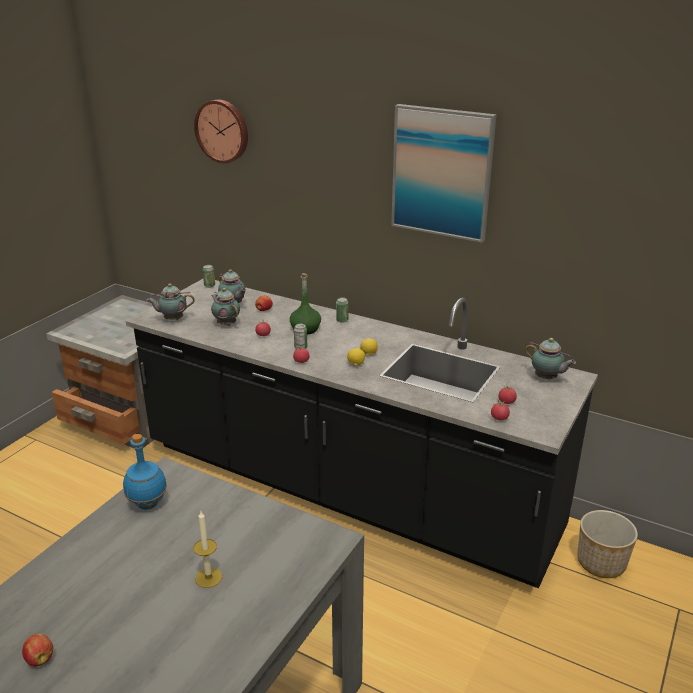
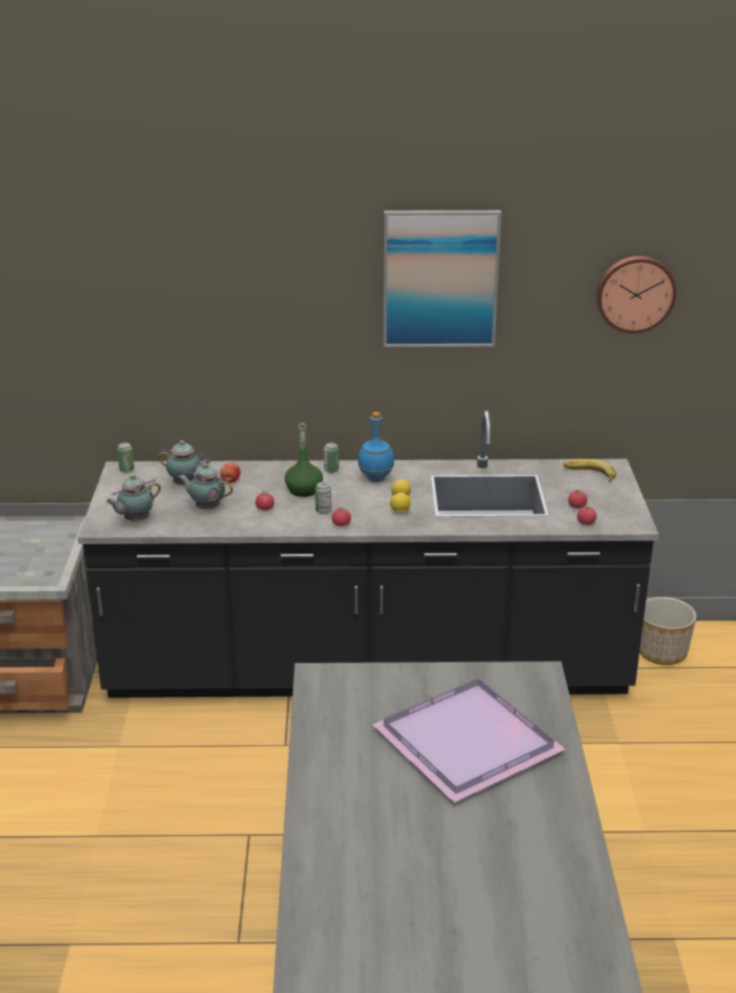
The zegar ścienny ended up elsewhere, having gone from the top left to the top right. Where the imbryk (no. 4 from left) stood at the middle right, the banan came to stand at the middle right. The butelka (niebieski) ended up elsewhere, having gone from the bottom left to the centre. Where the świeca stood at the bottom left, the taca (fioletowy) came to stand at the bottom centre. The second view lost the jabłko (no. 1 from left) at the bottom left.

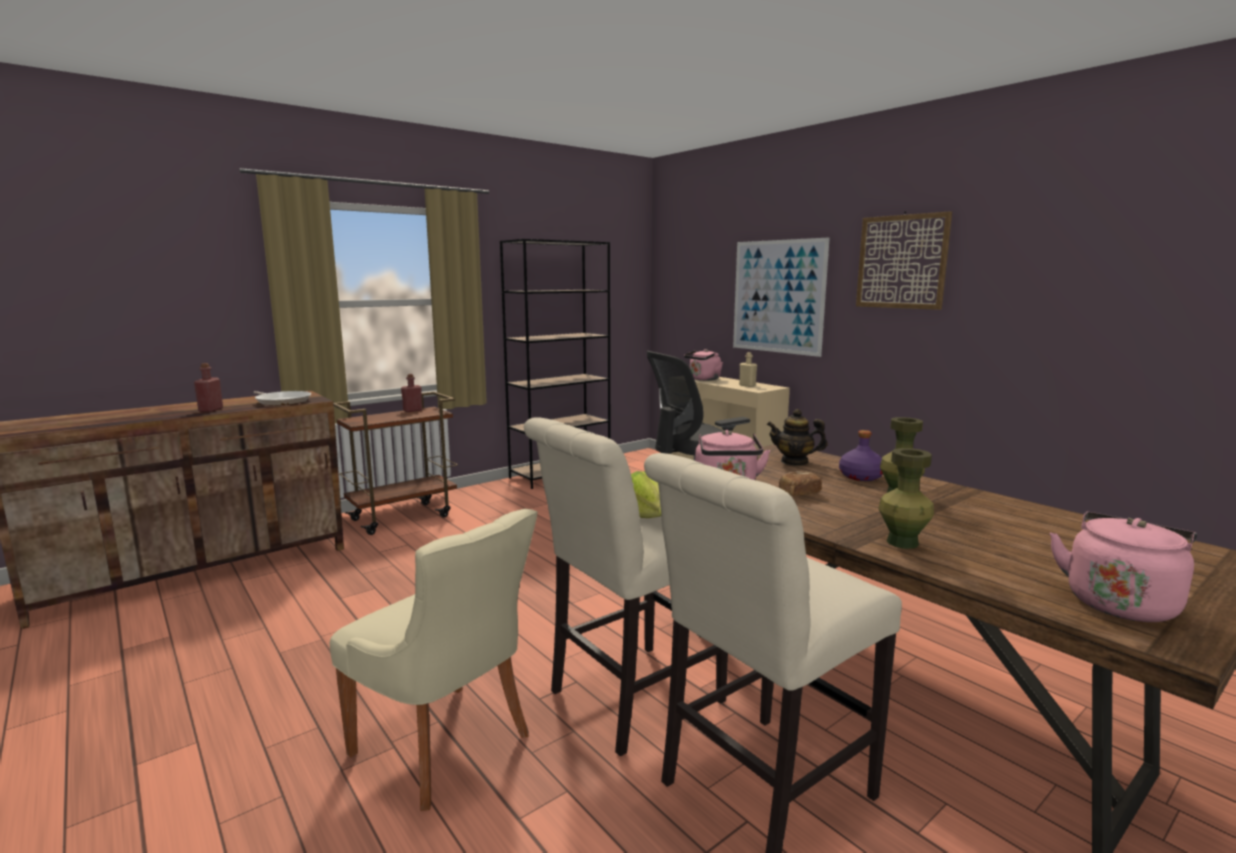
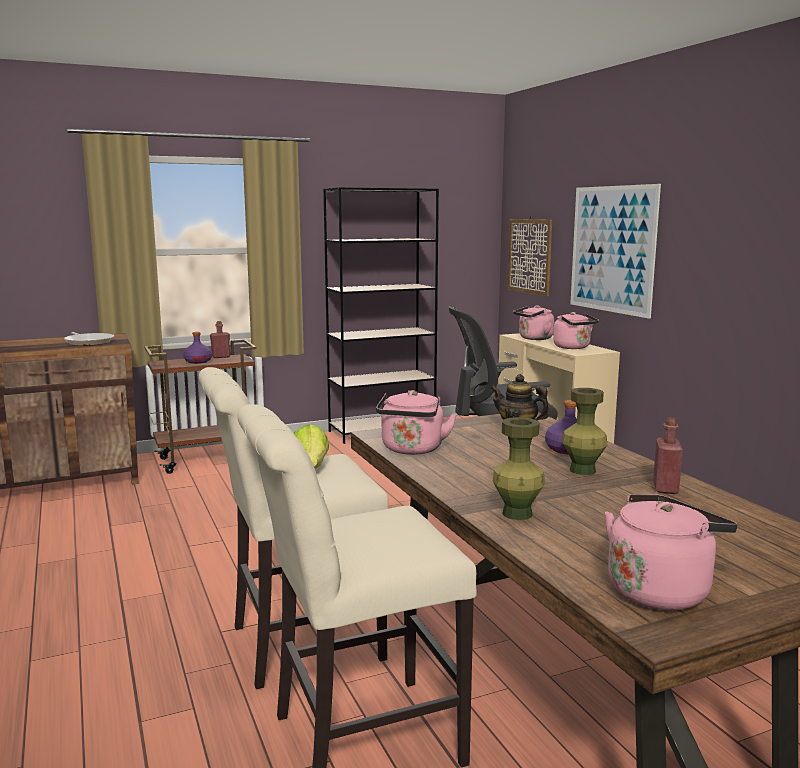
The obraz (no. 2 from left in the first image) ended up elsewhere, having gone from the top right to the centre. Where the butelka (beżowy) stood at the centre, the czajnik (różowy) (no. 3 from left) came to stand at the middle right. The butelka (czerwony) (no. 1 from left in the first image) ended up elsewhere, having gone from the middle left to the middle right. The second view lost the chleb at the centre. The second view lost the krzesło (beżowy) at the bottom centre. The second view gained the butelka (fioletowy) (no. 1 from left) at the middle left.

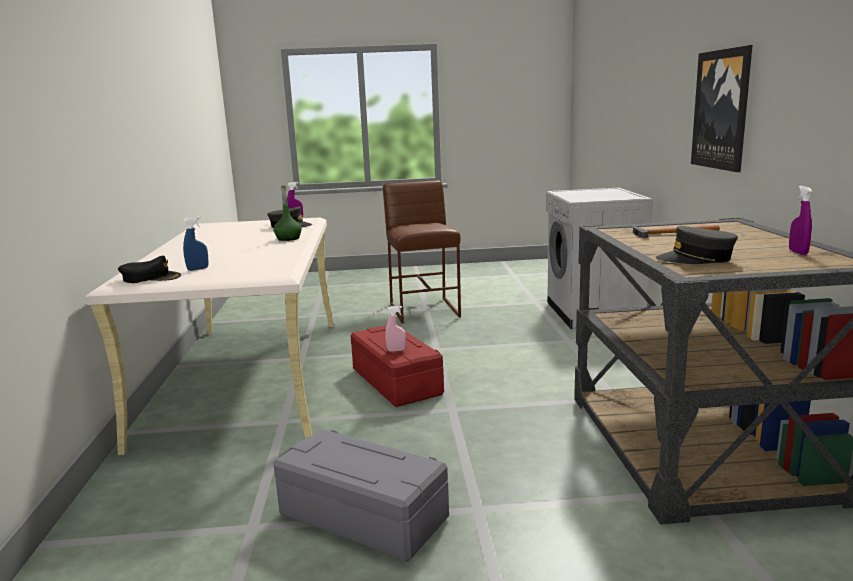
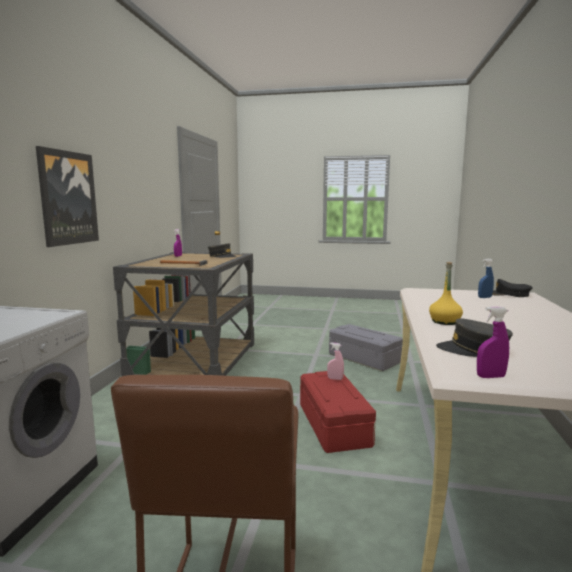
What was the butelka (zielony) at the centre turned into the butelka (żółty) at the middle right.

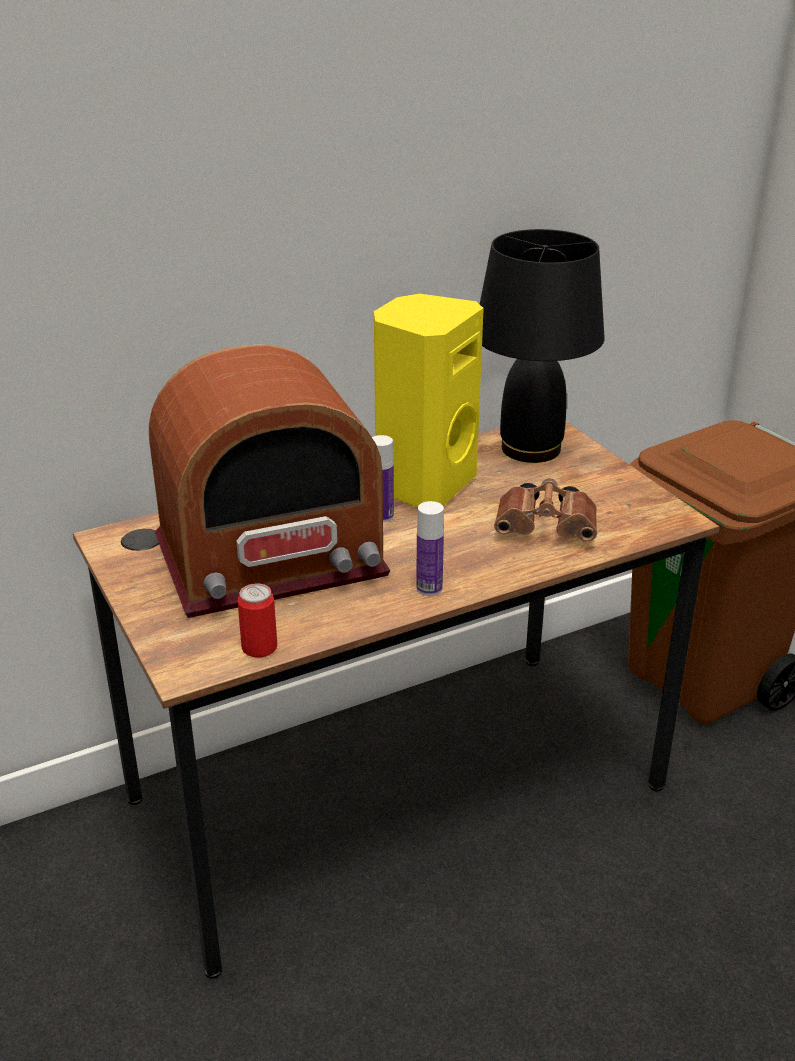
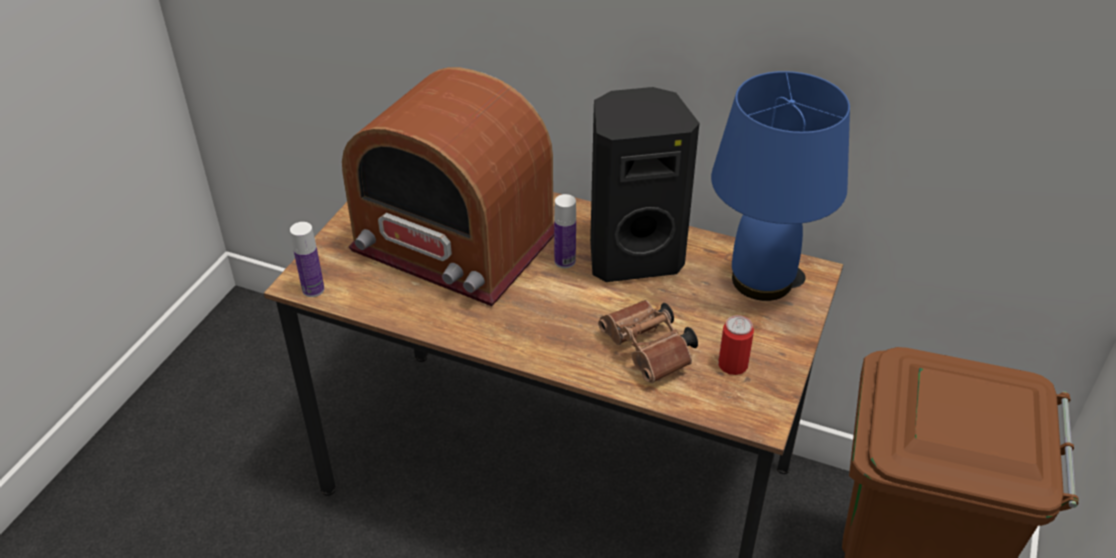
What was the lampa stołowa (czarny) at the top right turned into the lampa stołowa (niebieski) at the middle right. What was the głośnik (żółty) at the centre turned into the głośnik (czarny) at the top centre. The butelka (no. 2 from left in the first image) ended up elsewhere, having gone from the centre to the middle left. The puszka ended up elsewhere, having gone from the middle left to the centre.

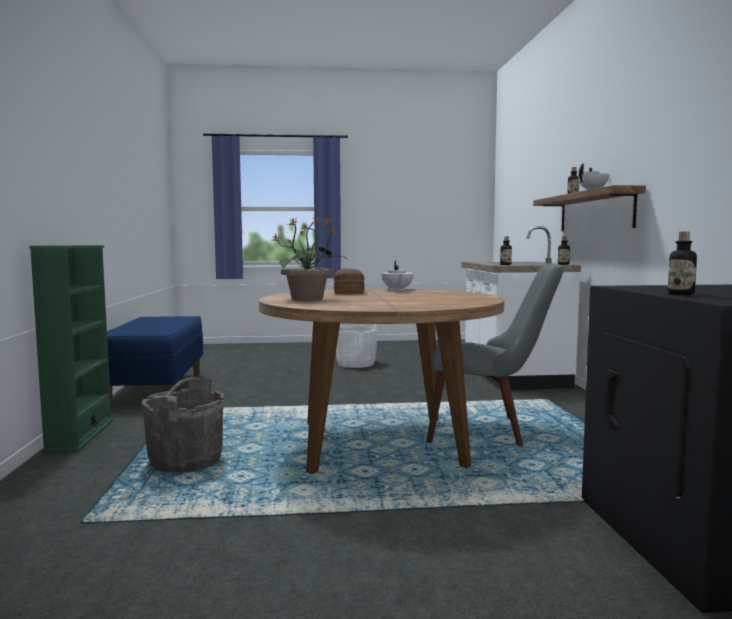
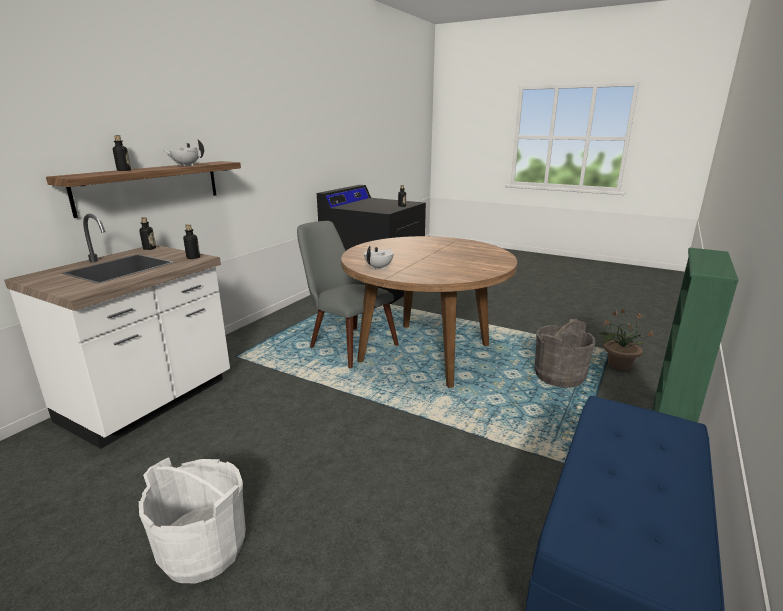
The roślina doniczkowa ended up elsewhere, having gone from the centre to the middle right. The second view lost the chleb at the centre.

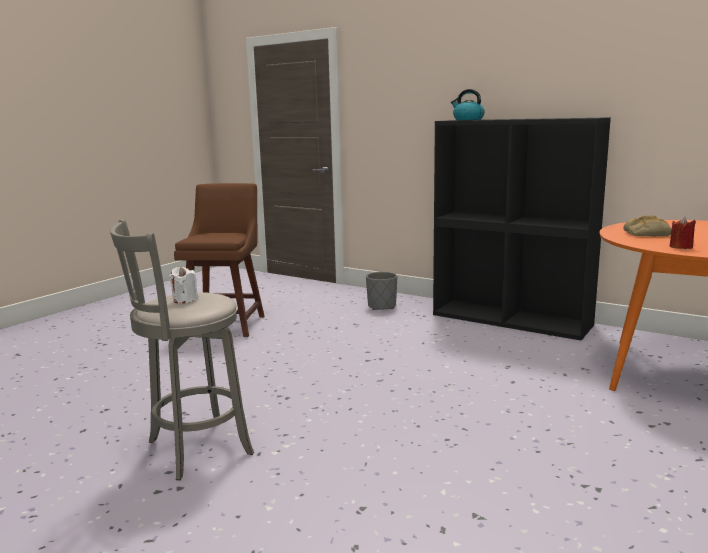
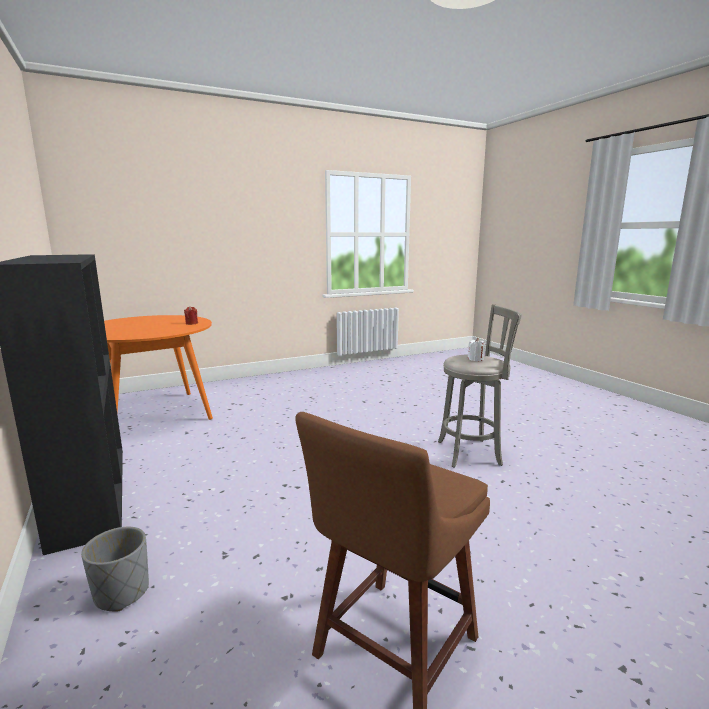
The second view lost the czajnik at the top centre. The second view lost the chleb at the middle right.

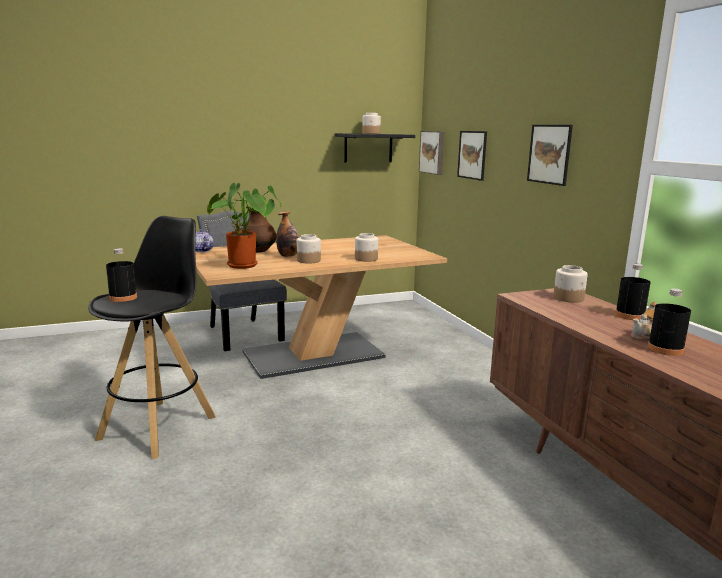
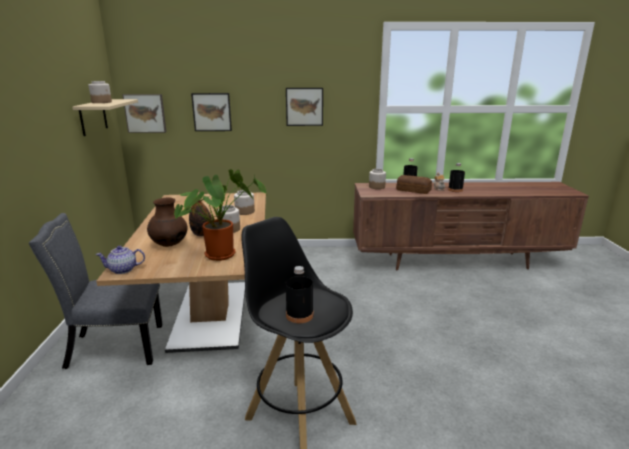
What was the półka (czarny) at the top centre turned into the półka (beżowy) at the top left. The second view gained the chleb at the centre.

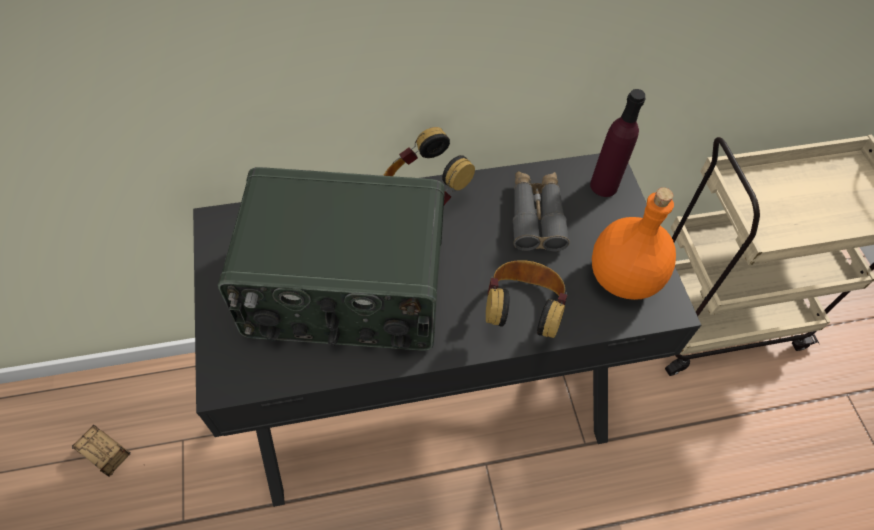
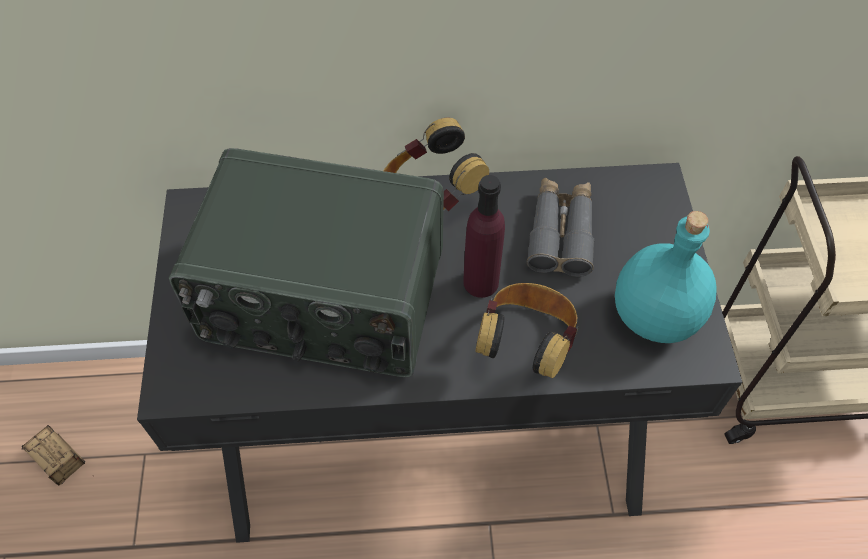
The butelka (fioletowy) ended up elsewhere, having gone from the top right to the centre. What was the butelka (pomarańczowy) at the middle right turned into the butelka (turkusowy) at the middle right.

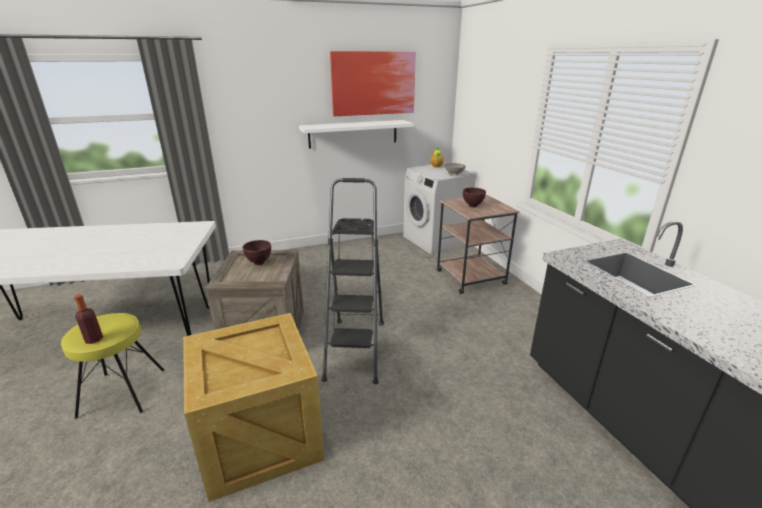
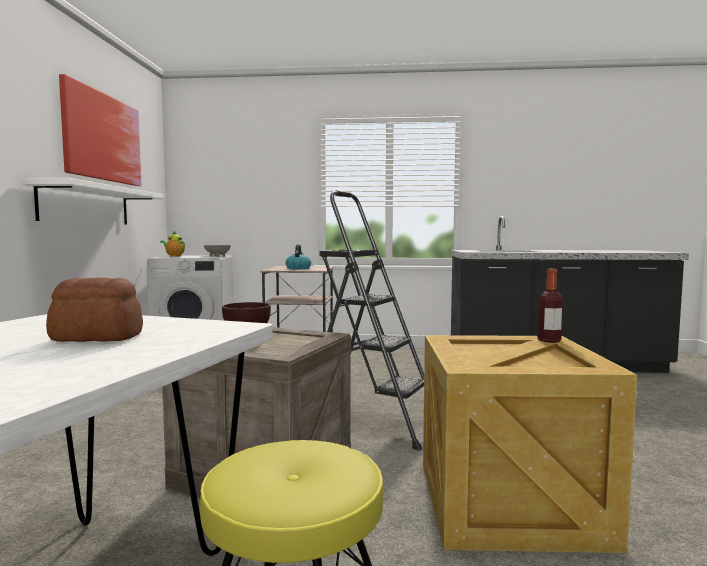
Where the miska (brązowy) (no. 2 from left) stood at the centre, the czajnik came to stand at the centre. The butelka ended up elsewhere, having gone from the middle left to the middle right. The second view gained the chleb at the middle left.

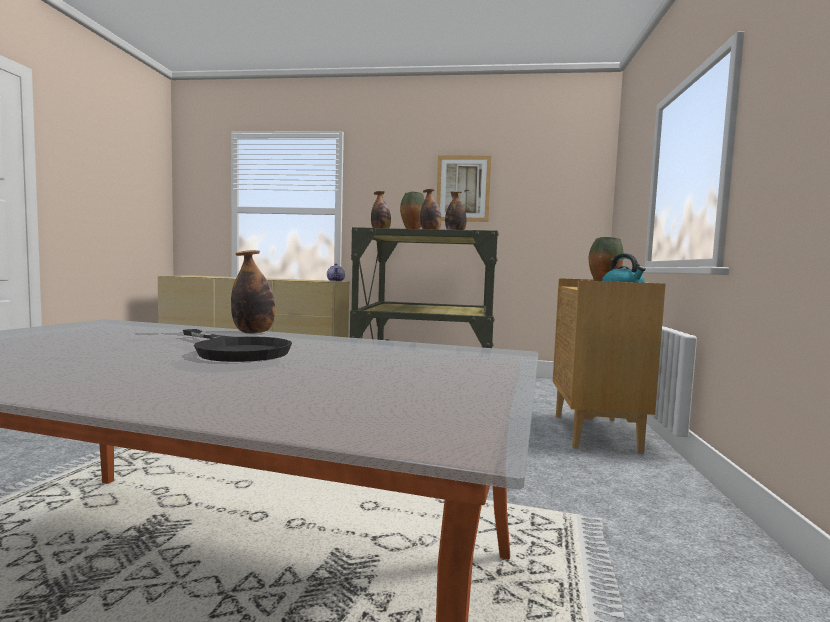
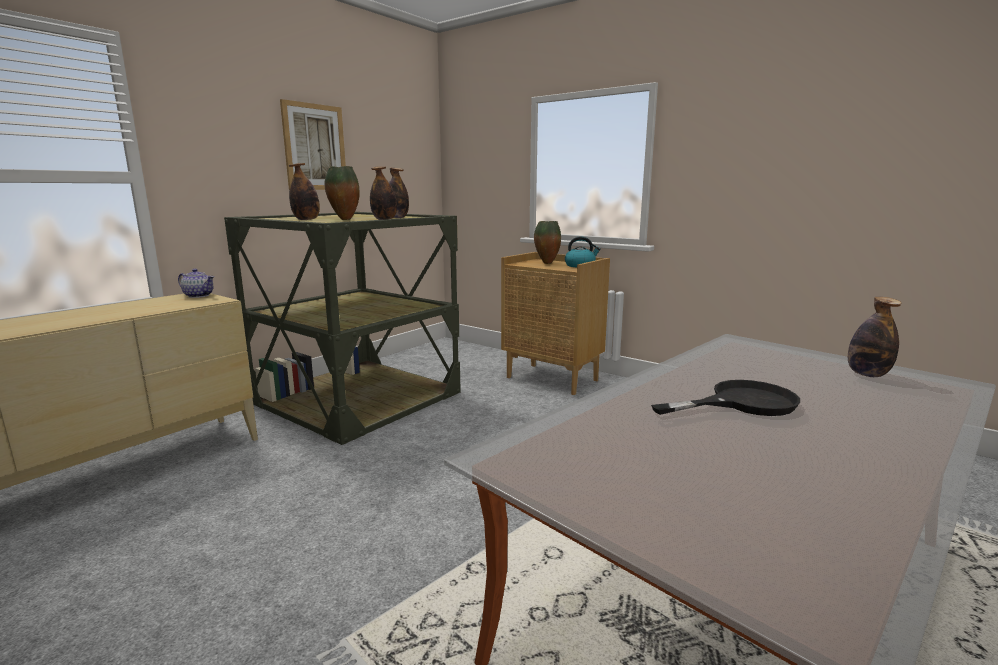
The butelka (no. 1 from left in the first image) ended up elsewhere, having gone from the middle left to the middle right.

